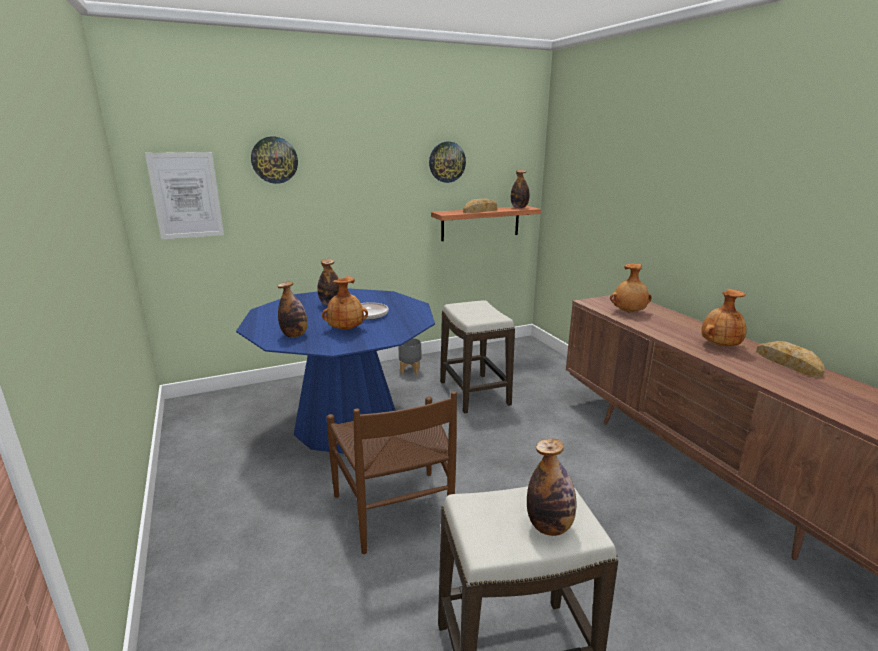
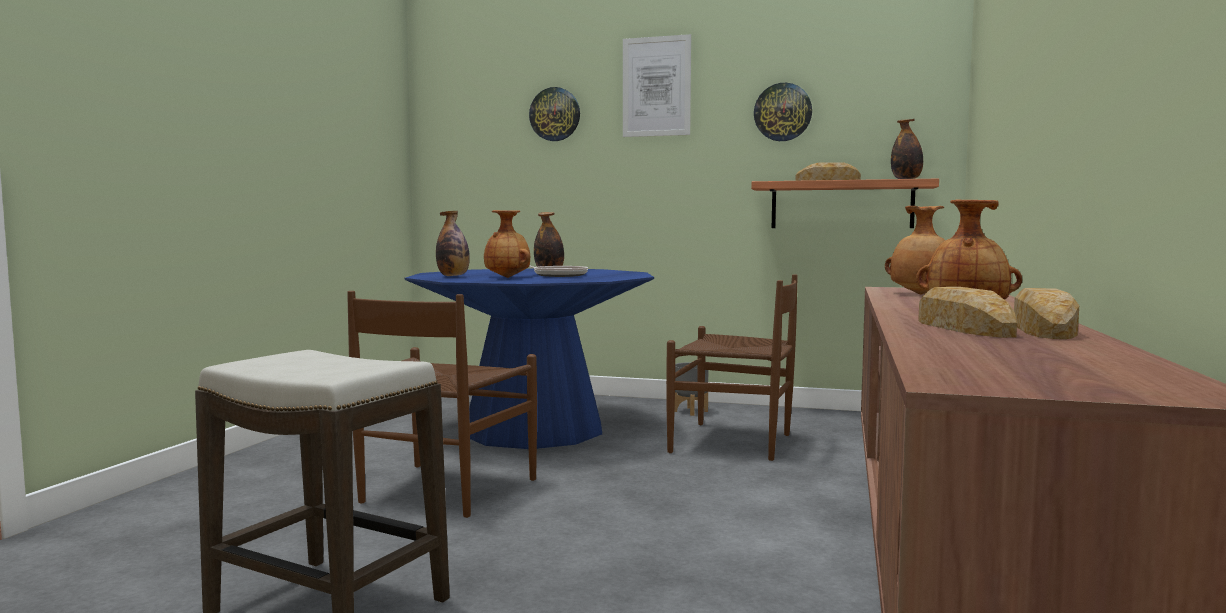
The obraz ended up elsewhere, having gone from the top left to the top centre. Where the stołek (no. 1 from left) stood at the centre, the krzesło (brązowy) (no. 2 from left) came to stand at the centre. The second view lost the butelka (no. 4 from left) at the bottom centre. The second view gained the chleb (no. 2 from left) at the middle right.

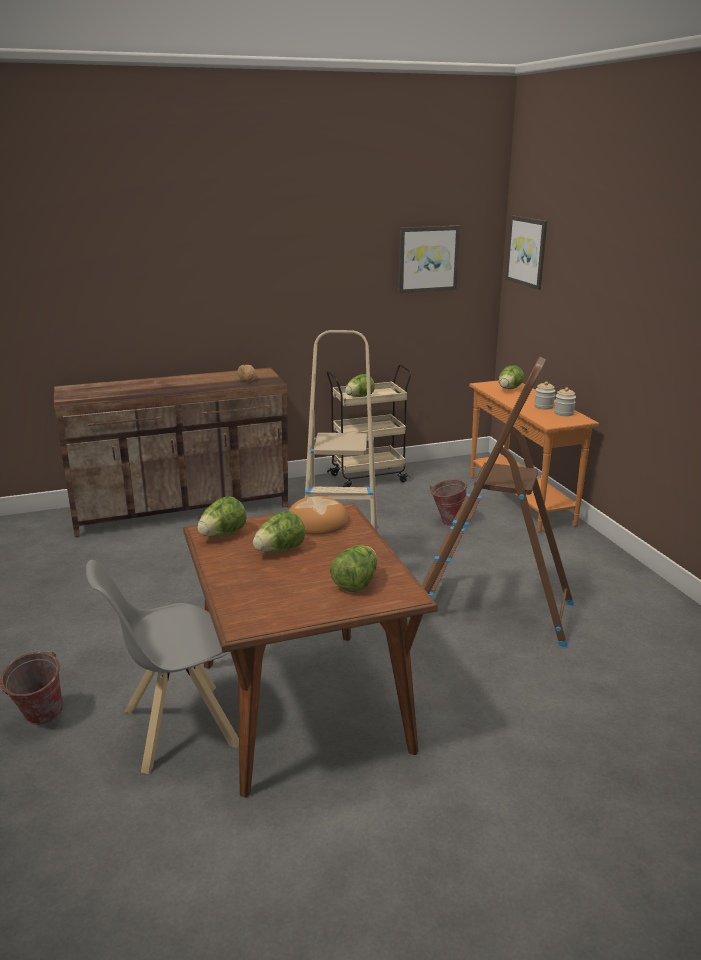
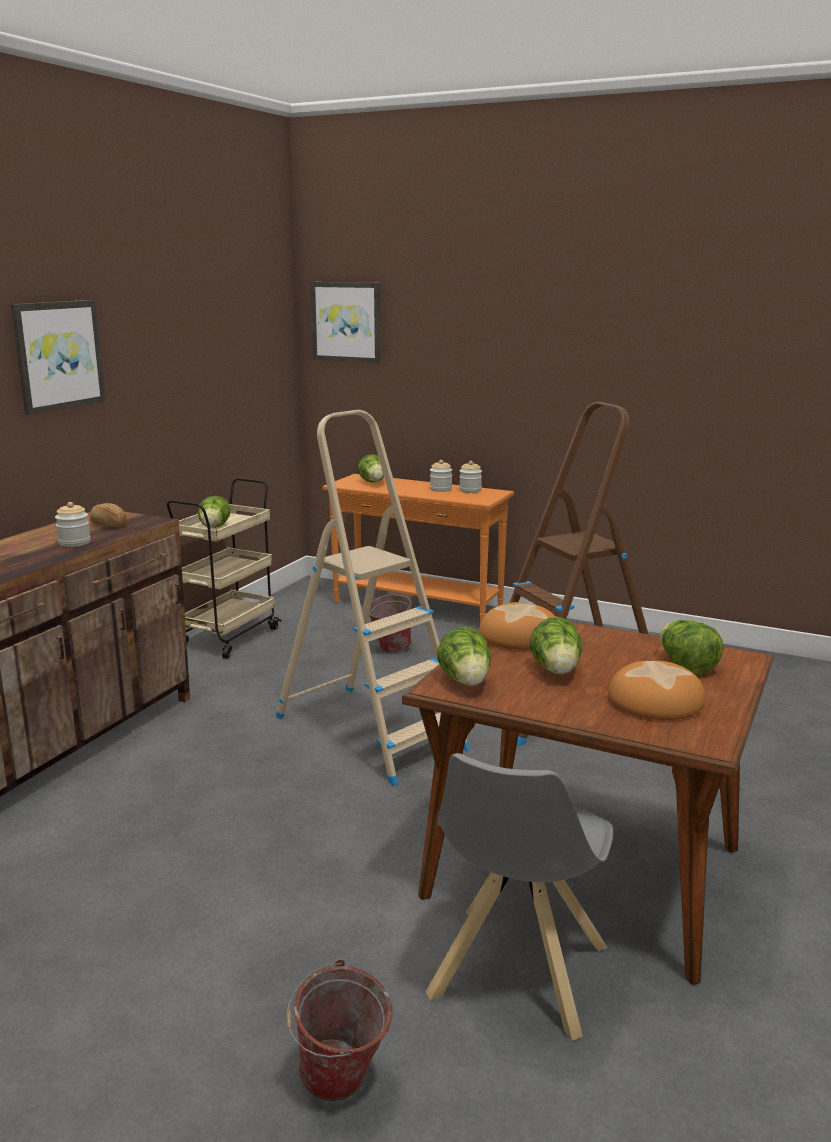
The obraz (no. 1 from left) ended up elsewhere, having gone from the top centre to the top left. The second view gained the słoik (no. 1 from left) at the middle left. The second view gained the chleb (no. 3 from left) at the middle right.

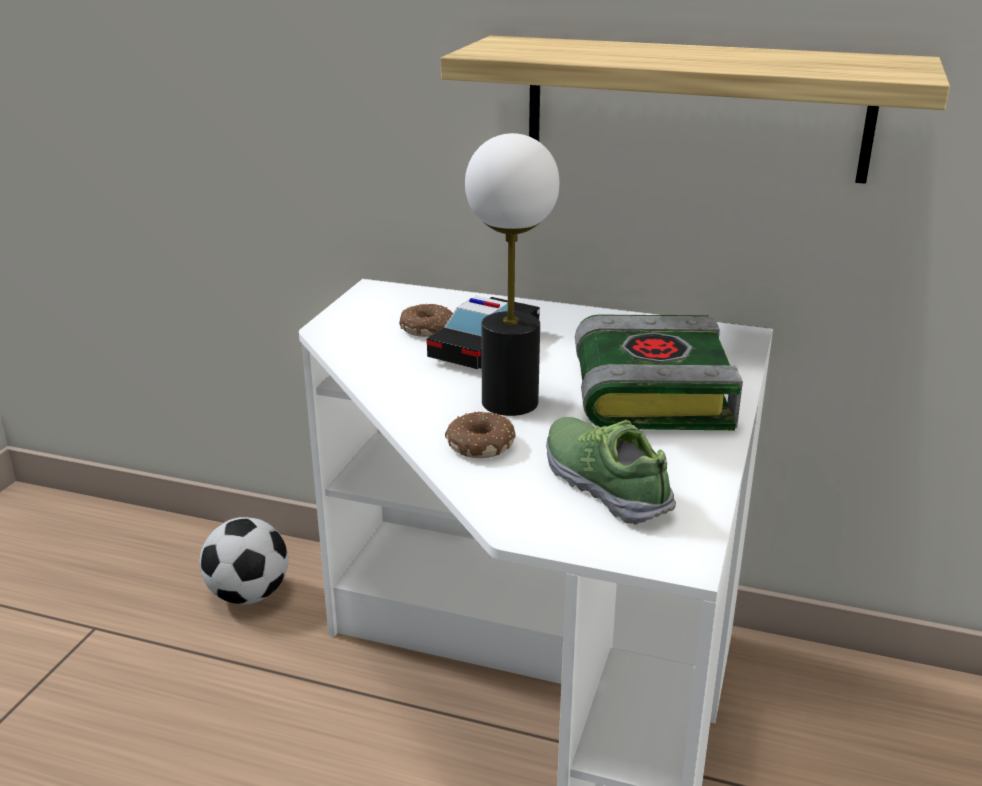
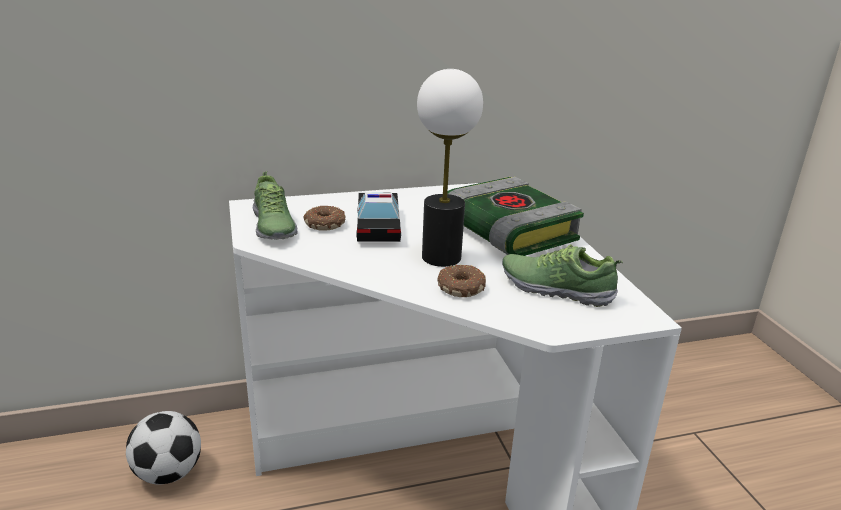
The second view lost the półka at the top right. The second view gained the but (no. 1 from left) at the middle left.

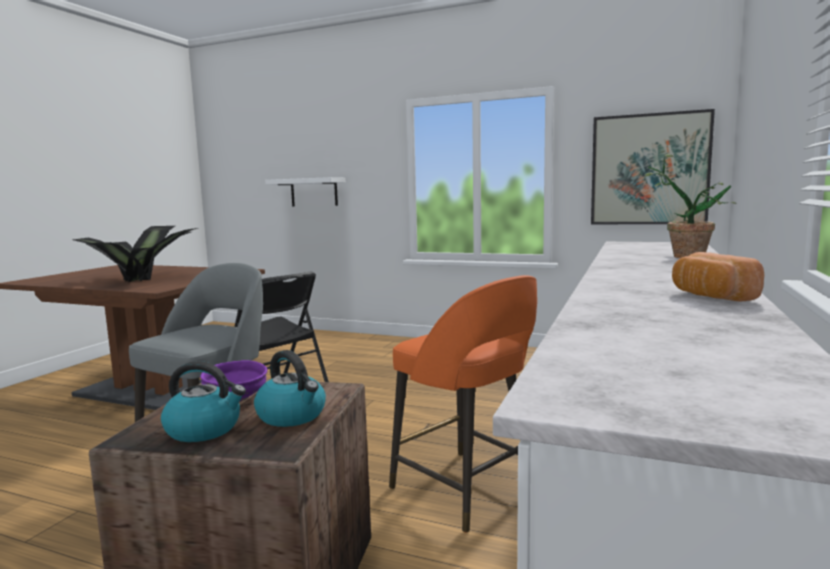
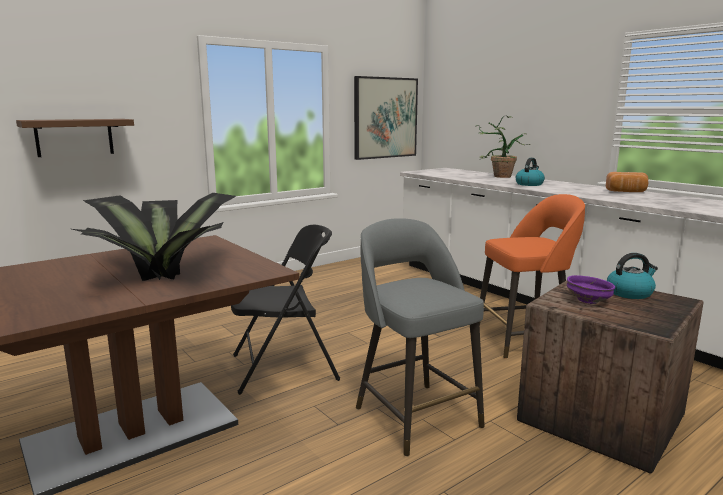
What was the półka (biały) at the centre turned into the półka (brązowy) at the top left. The czajnik (no. 1 from left) ended up elsewhere, having gone from the bottom left to the middle right.

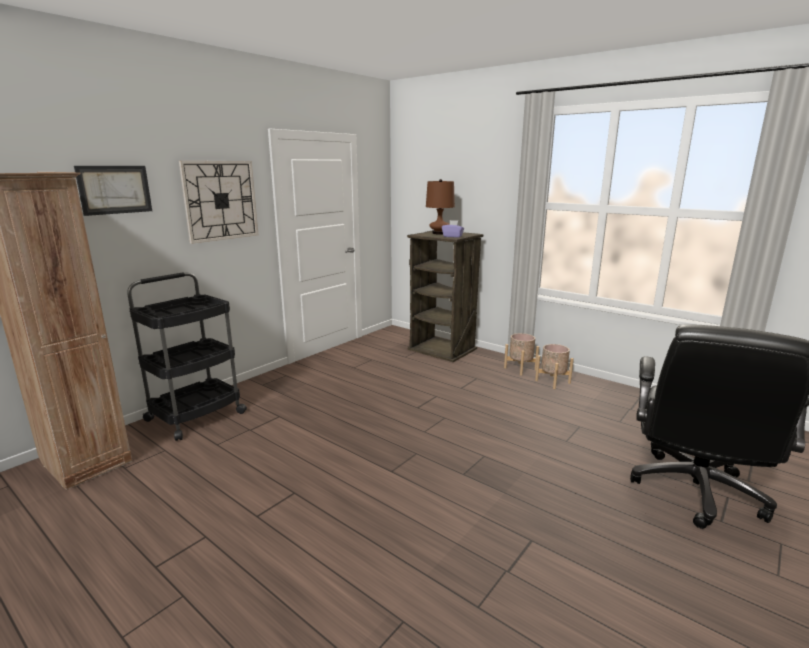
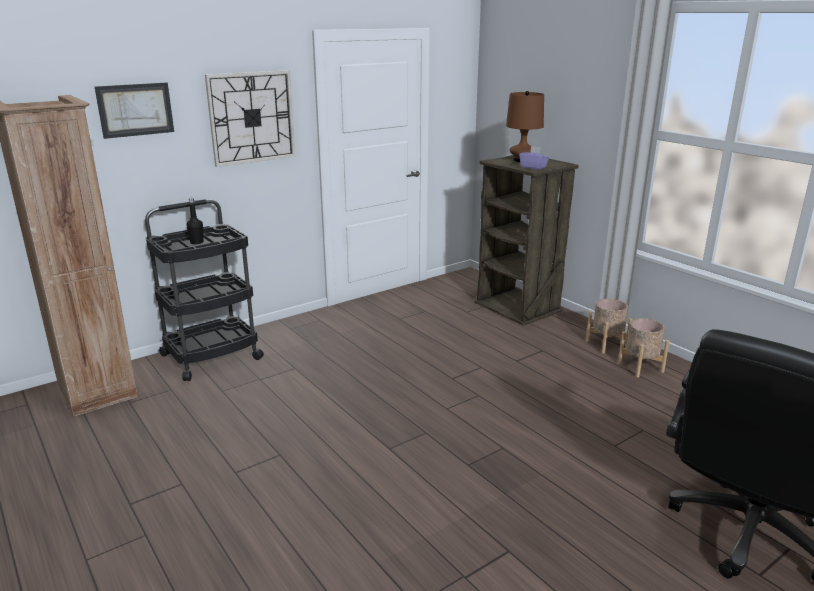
The second view gained the butelka (czarny) at the middle left.

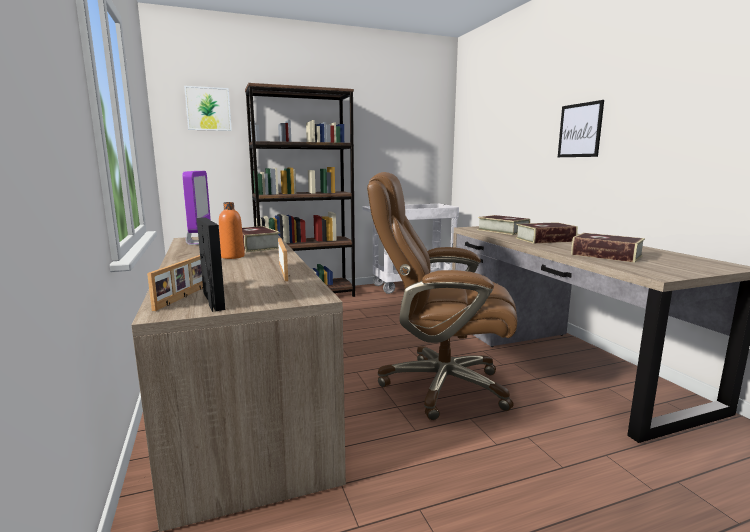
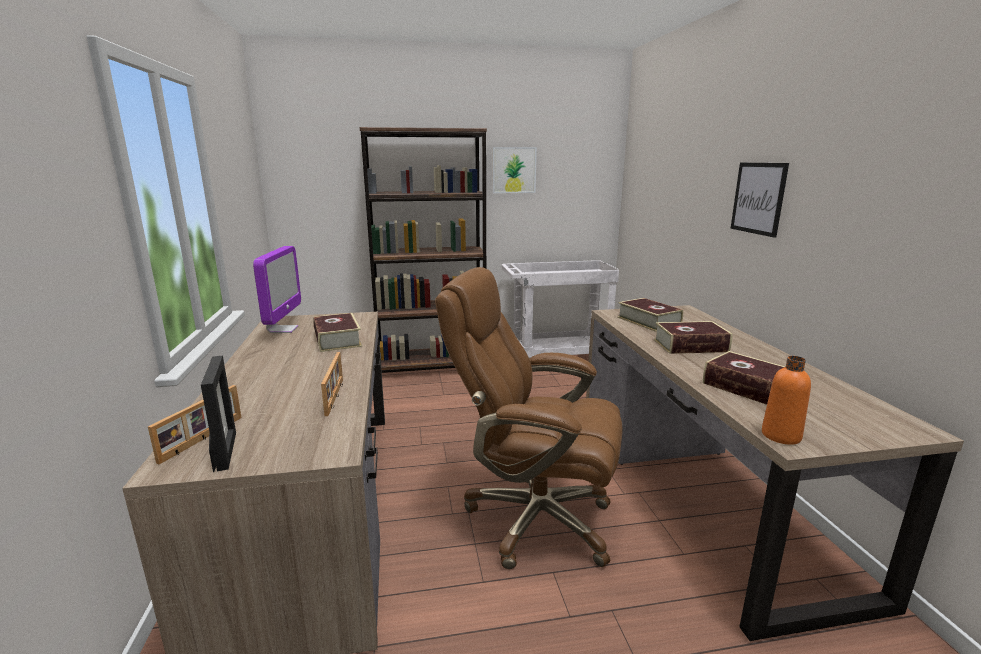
The obraz (no. 1 from left) ended up elsewhere, having gone from the top left to the top centre. The butelka (pomarańczowy) ended up elsewhere, having gone from the middle left to the middle right.

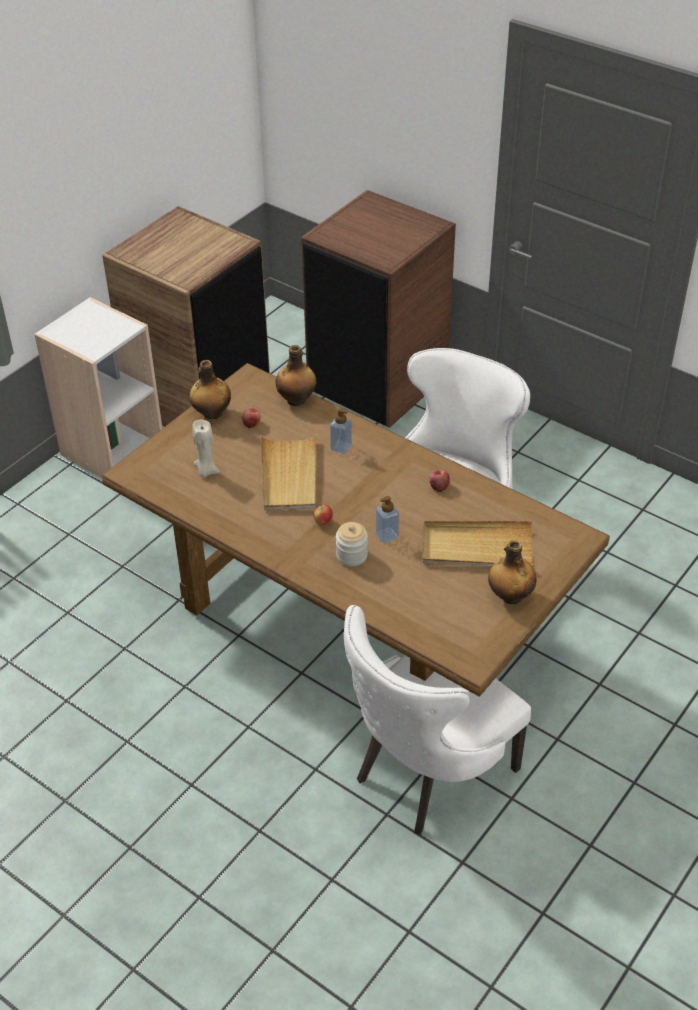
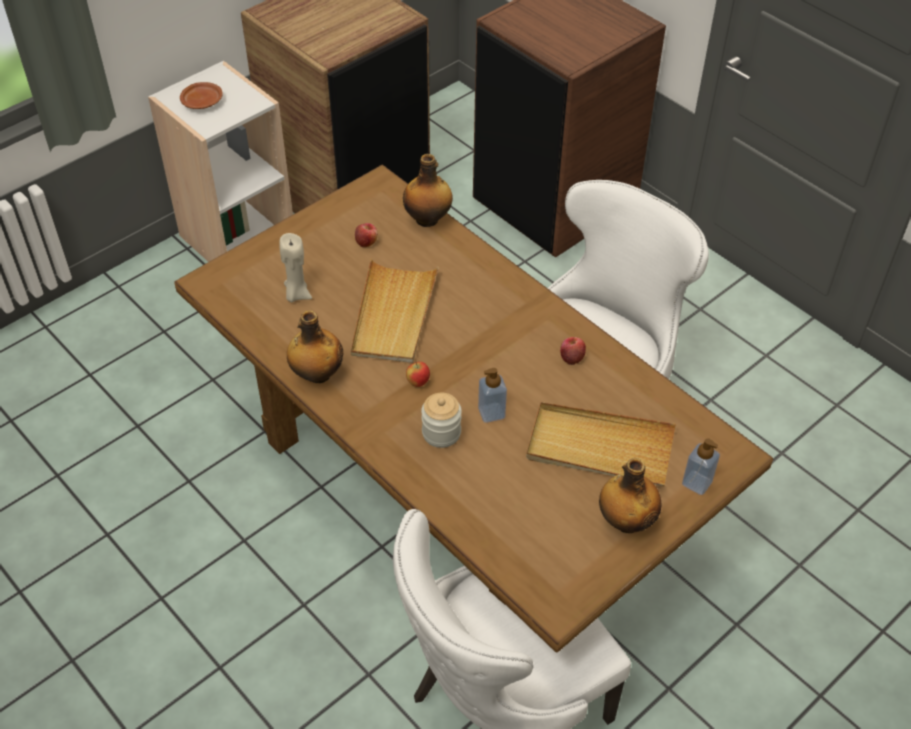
The butelka (no. 1 from left) ended up elsewhere, having gone from the middle left to the centre. The dozownik mydła (no. 1 from left in the first image) ended up elsewhere, having gone from the centre to the middle right. The second view gained the talerz (brązowy) at the top left.

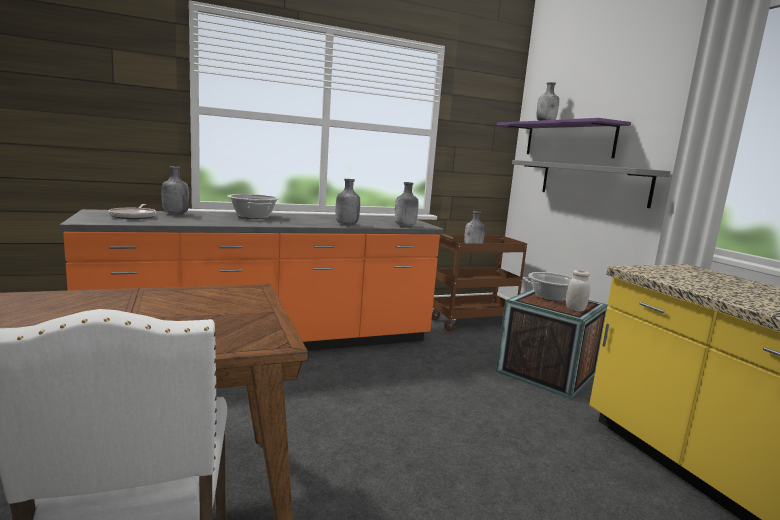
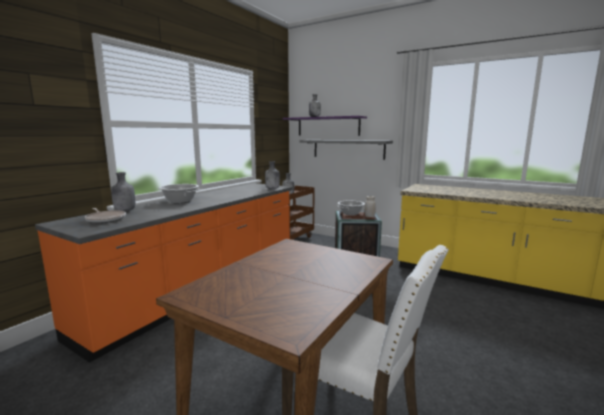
The second view lost the butelka (szary) (no. 2 from left) at the centre.

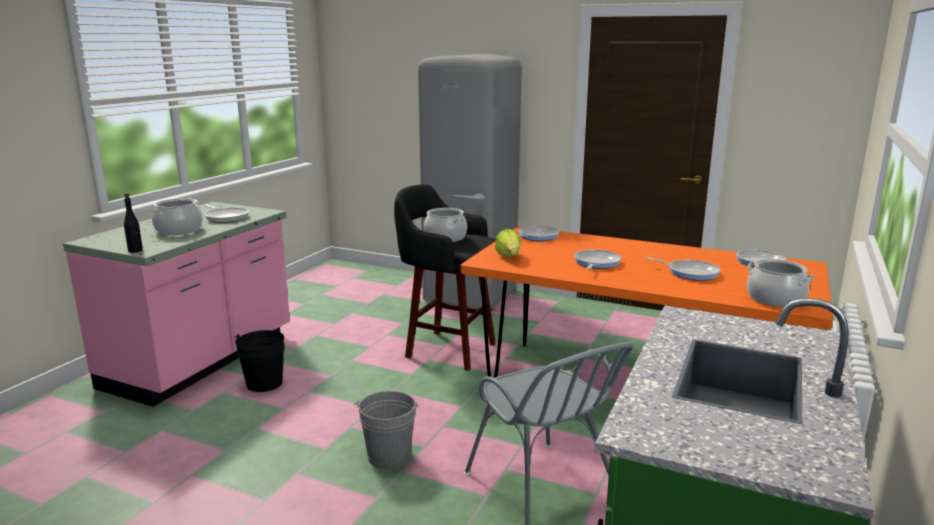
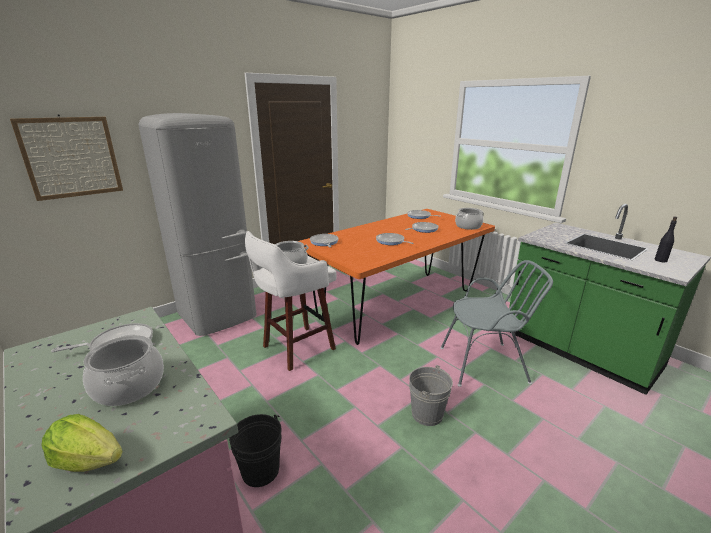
What was the stołek (czarny) at the centre turned into the stołek (biały) at the centre. The butelka (czarny) ended up elsewhere, having gone from the middle left to the middle right. The sałata ended up elsewhere, having gone from the centre to the bottom left. The second view gained the obraz at the top left.

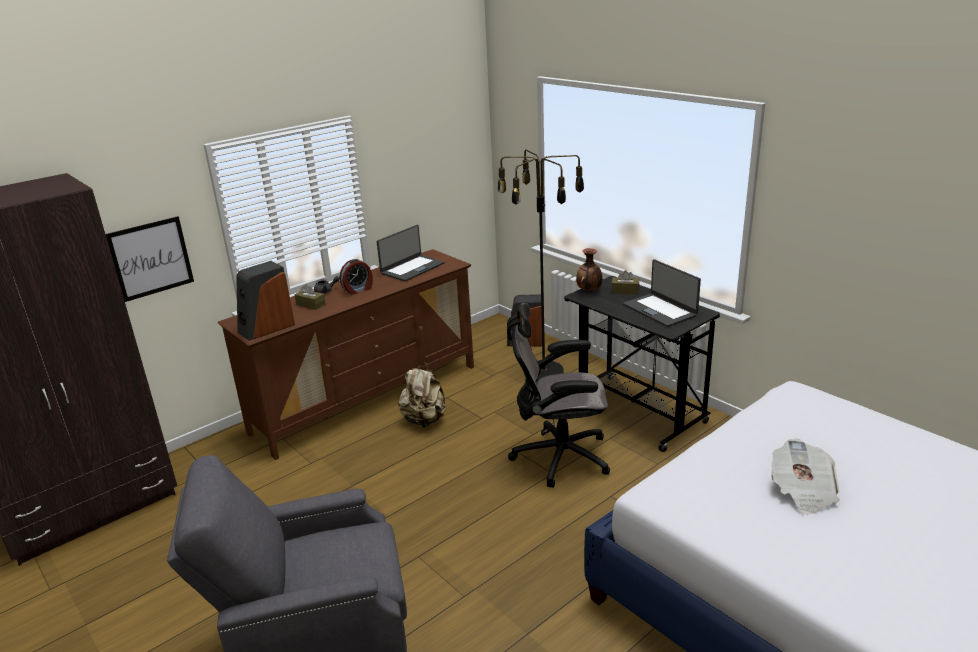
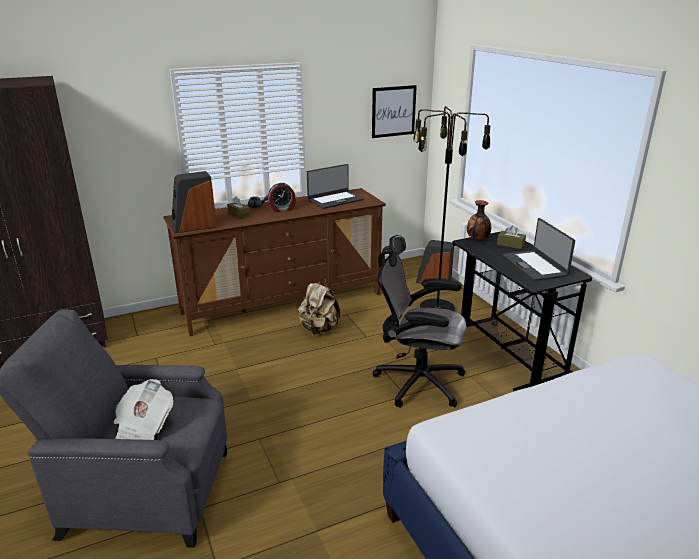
The obraz ended up elsewhere, having gone from the middle left to the top centre. The gazeta ended up elsewhere, having gone from the bottom right to the bottom left.

